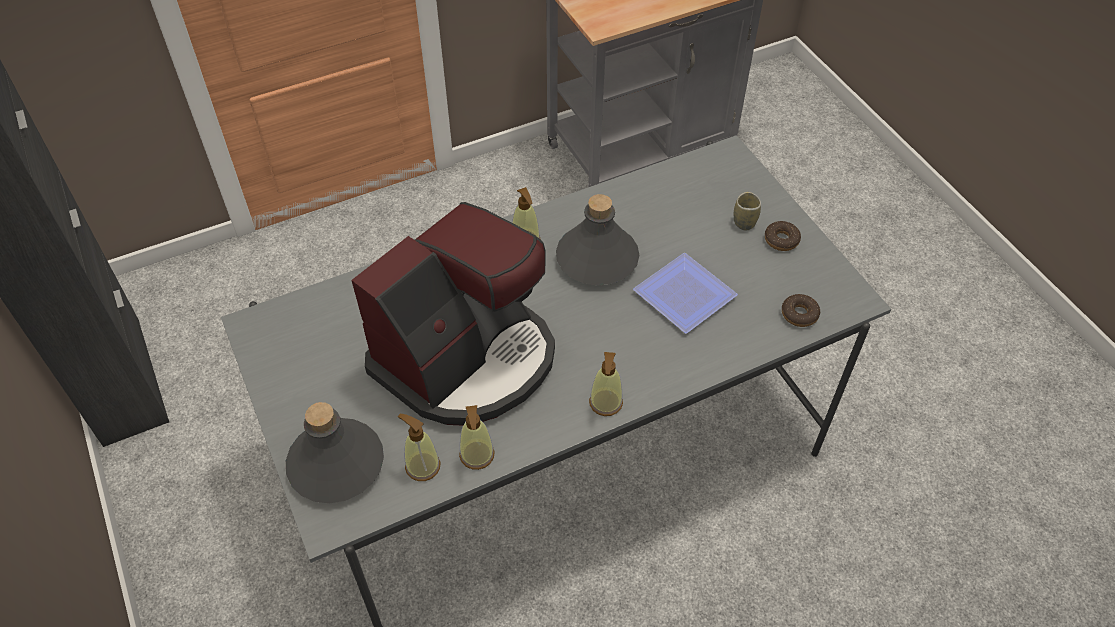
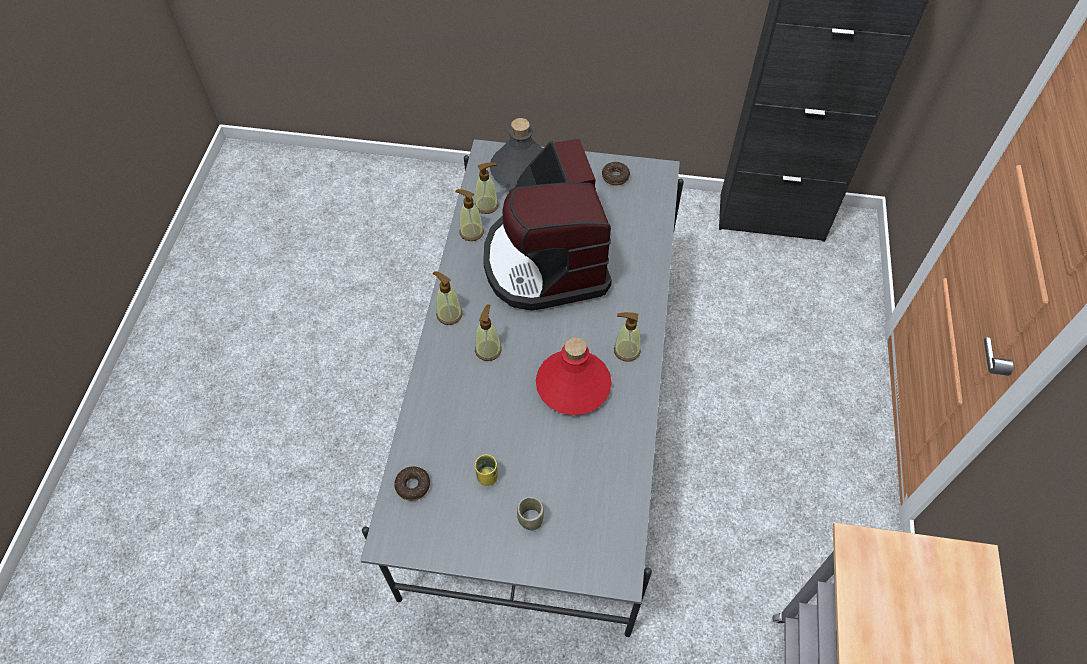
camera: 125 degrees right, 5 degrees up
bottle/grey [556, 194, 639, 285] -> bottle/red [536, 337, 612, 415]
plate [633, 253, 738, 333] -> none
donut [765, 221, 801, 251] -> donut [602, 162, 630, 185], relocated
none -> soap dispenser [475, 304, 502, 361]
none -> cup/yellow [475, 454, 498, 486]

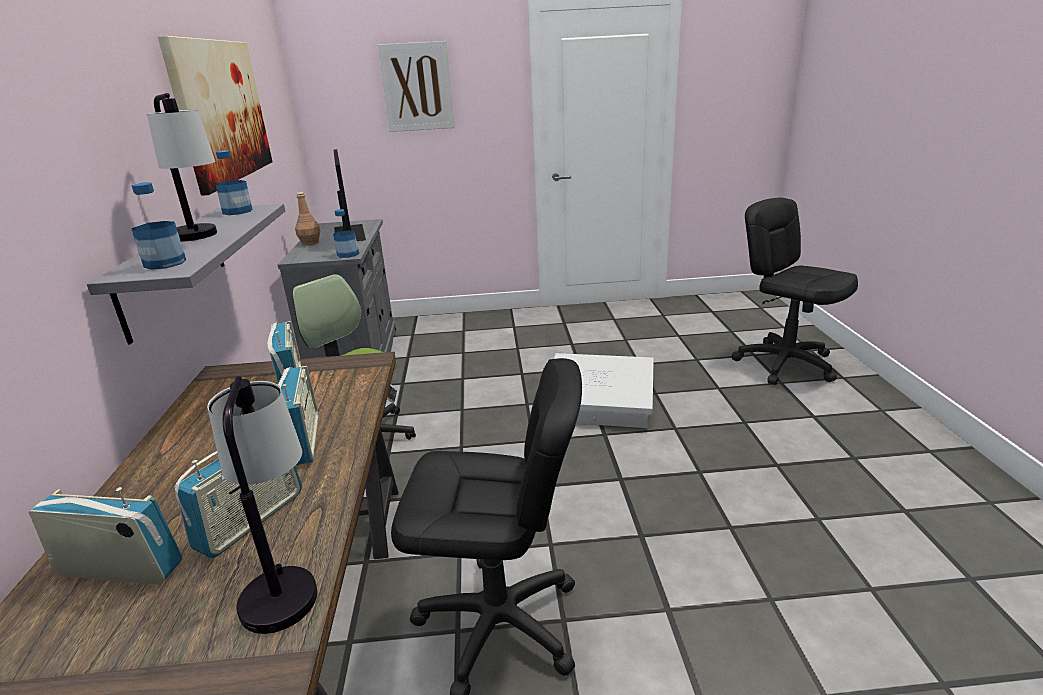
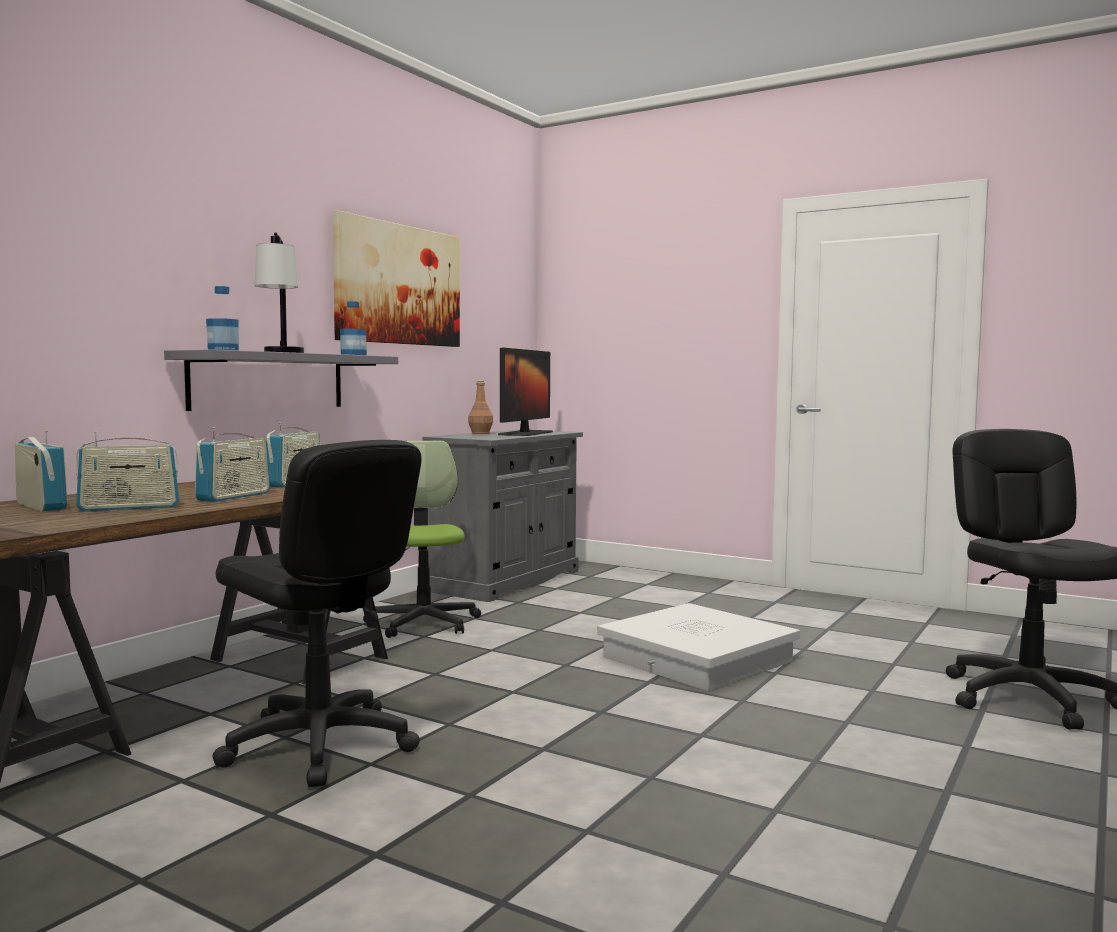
camera: 35 degrees right, 20 degrees down
table lamp [207, 376, 317, 634] -> none
bottle [333, 209, 359, 258] -> none
picture [378, 41, 455, 132] -> none

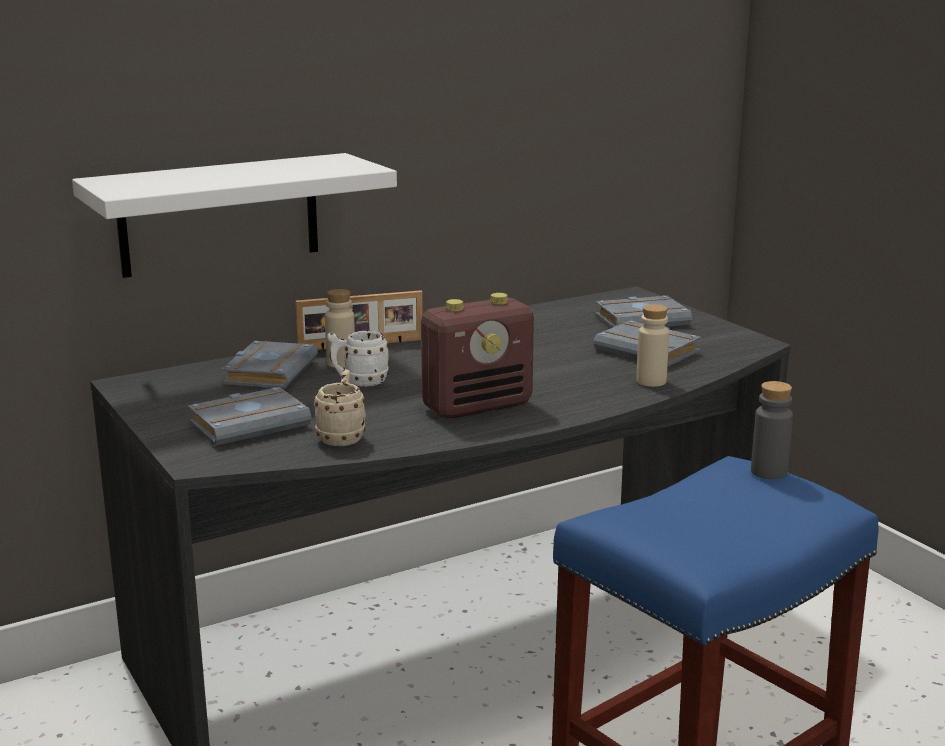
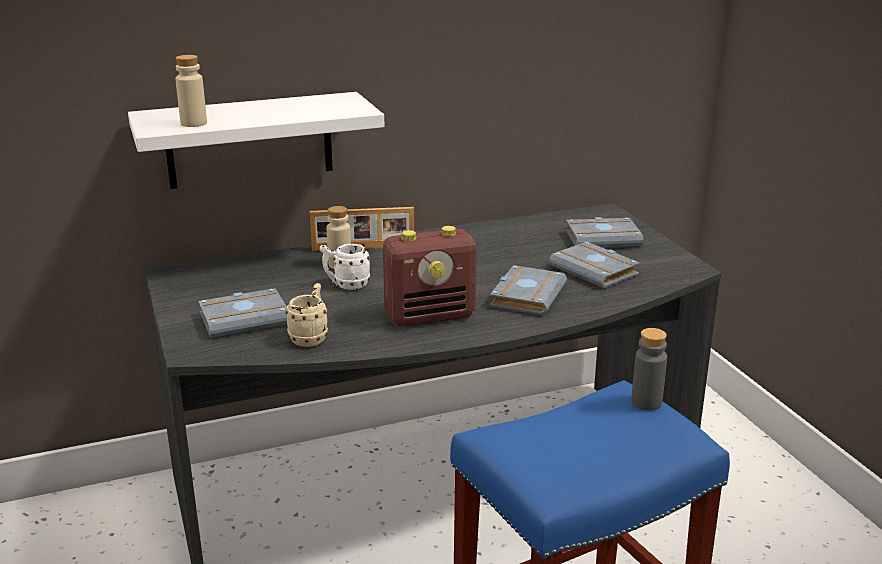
camera: 10 degrees right, 5 degrees up
book/grey [221, 341, 318, 389] -> book/grey [490, 265, 567, 316], relocated
bottle/beige [636, 304, 669, 387] -> bottle/beige [175, 55, 207, 127], relocated

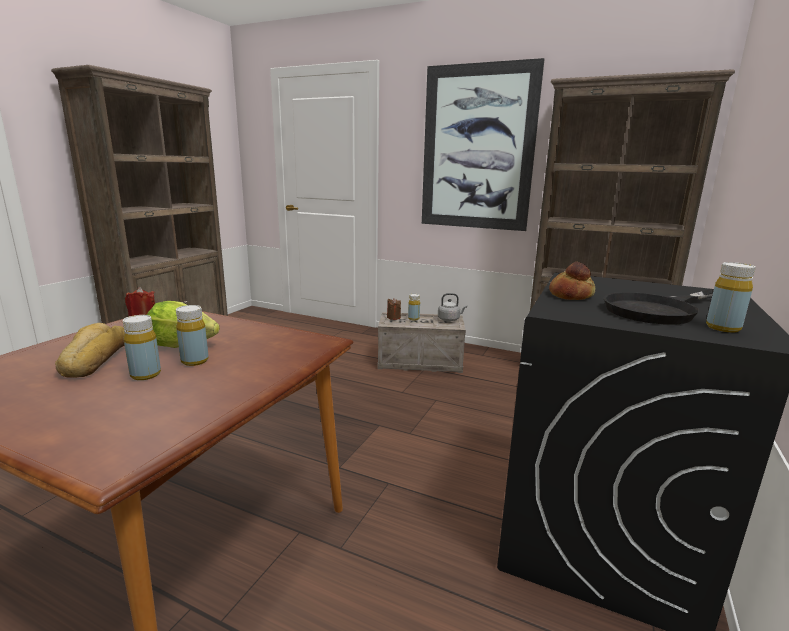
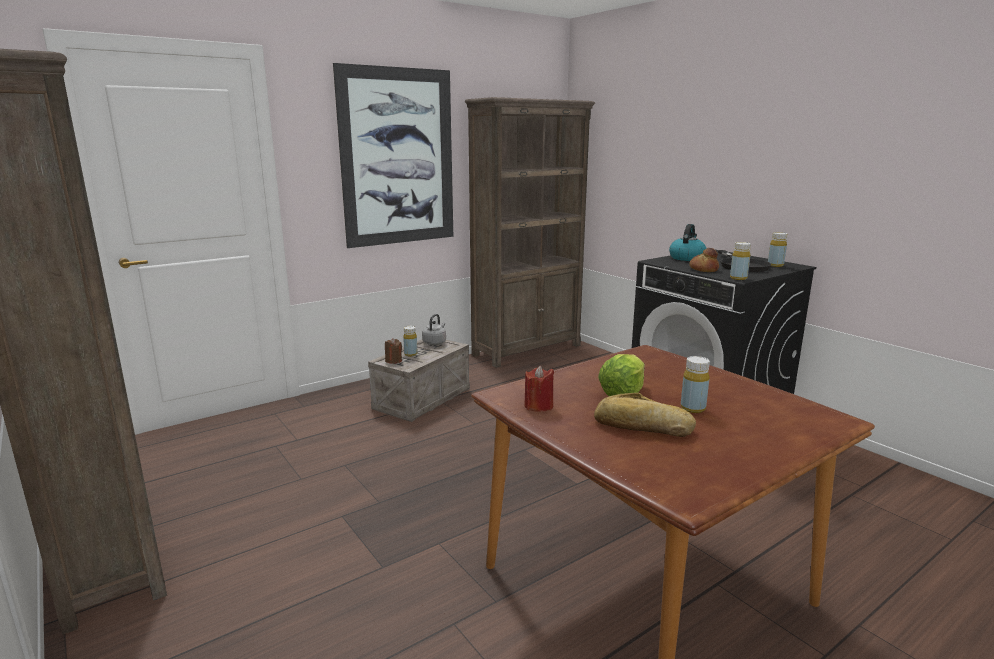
camera: 60 degrees left, 0 degrees up
bottle/yellow [176, 305, 209, 366] -> bottle/yellow [730, 242, 751, 280], relocated
none -> kettle [669, 224, 707, 261]

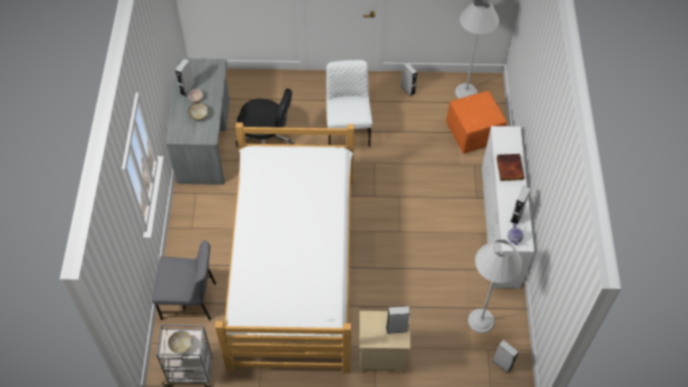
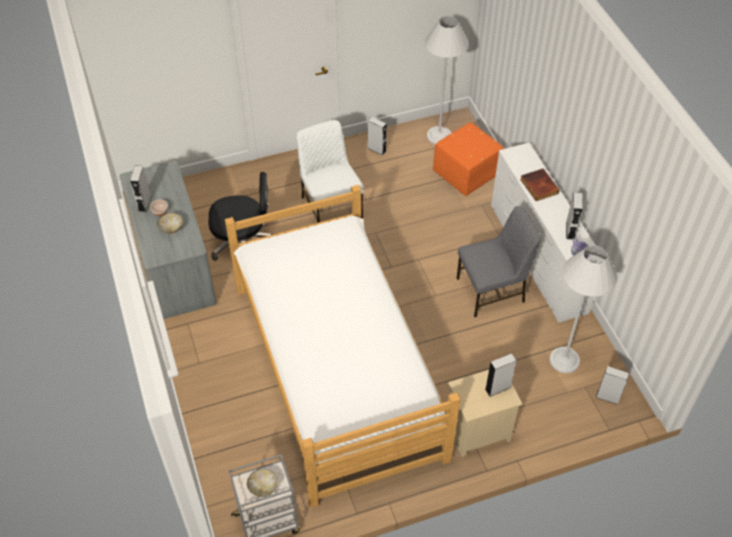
camera: 20 degrees left, 5 degrees down
chair/grey [152, 240, 216, 320] -> chair/grey [457, 206, 541, 317], relocated

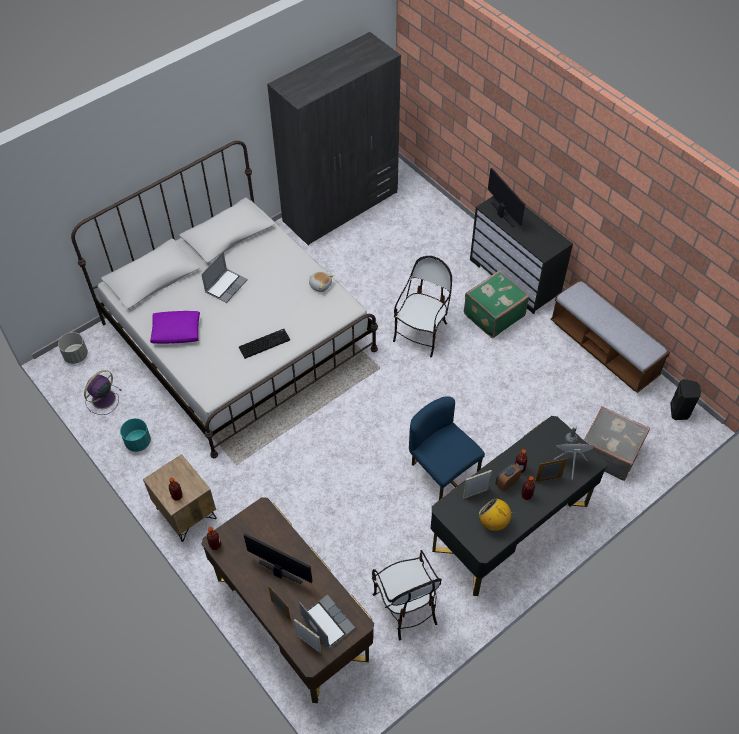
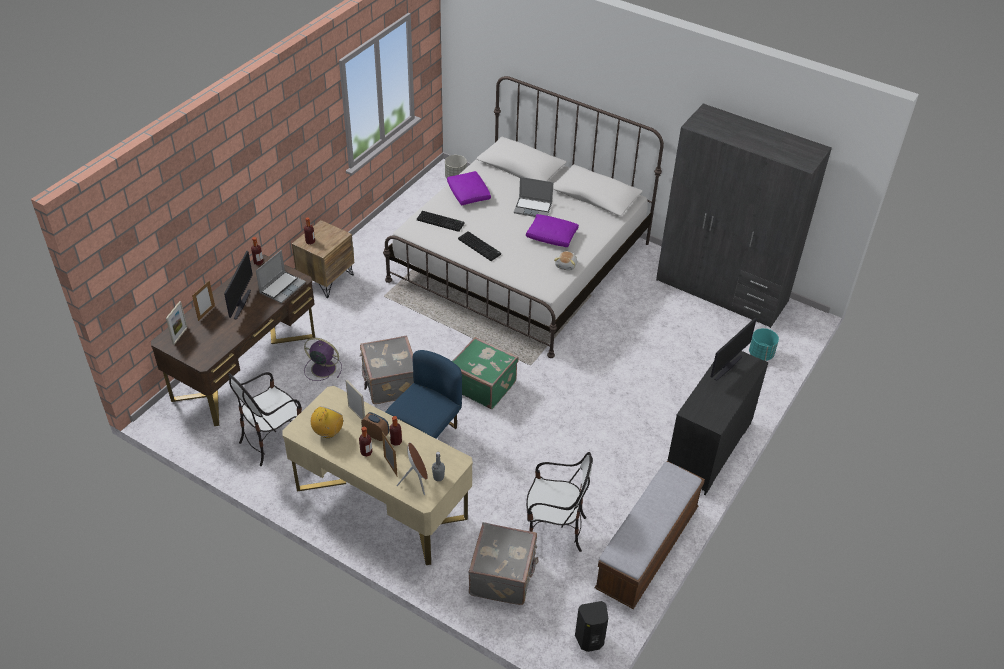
camera: 70 degrees right, 10 degrees down
fan/purple [84, 370, 121, 415] -> fan/purple [304, 338, 342, 381], relocated
planter/turquoise [120, 418, 151, 452] -> planter/turquoise [749, 328, 779, 361], relocated
laptop [299, 594, 355, 649] -> laptop [256, 250, 306, 303], relocated
chair [393, 256, 452, 357] -> chair [526, 452, 593, 552], relocated
desk/black [431, 416, 607, 596] -> desk/beige [282, 386, 473, 565]
suitcase/green [464, 270, 530, 338] -> suitcase/green [452, 337, 518, 409], relocated
none -> suitcase/grey [360, 335, 414, 404]
none -> keyboard [417, 211, 465, 232]
none -> pillow/purple [526, 214, 579, 247]

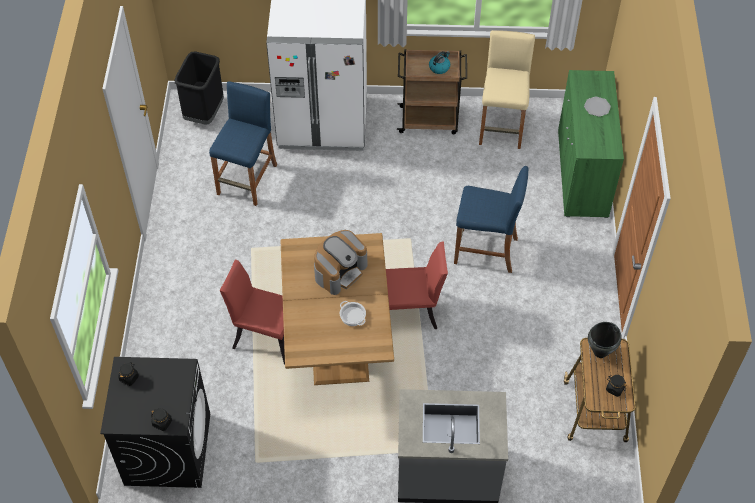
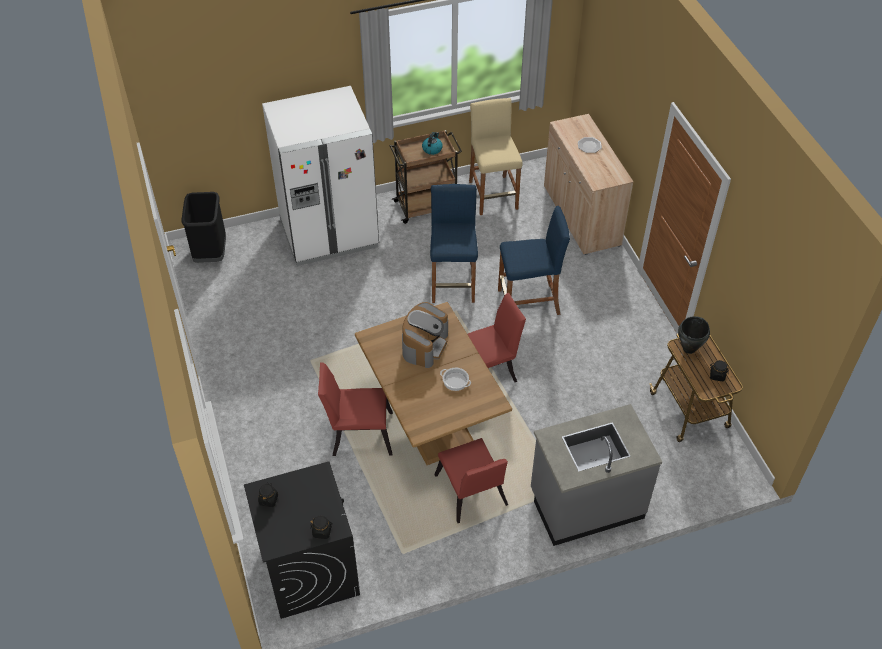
camera: 20 degrees left, 5 degrees down
stool/blue [209, 81, 277, 206] -> stool/blue [430, 184, 478, 303], relocated
cabinet/green [558, 70, 624, 218] -> cabinet/beige [544, 114, 633, 255]
none -> chair/red [434, 438, 508, 523]

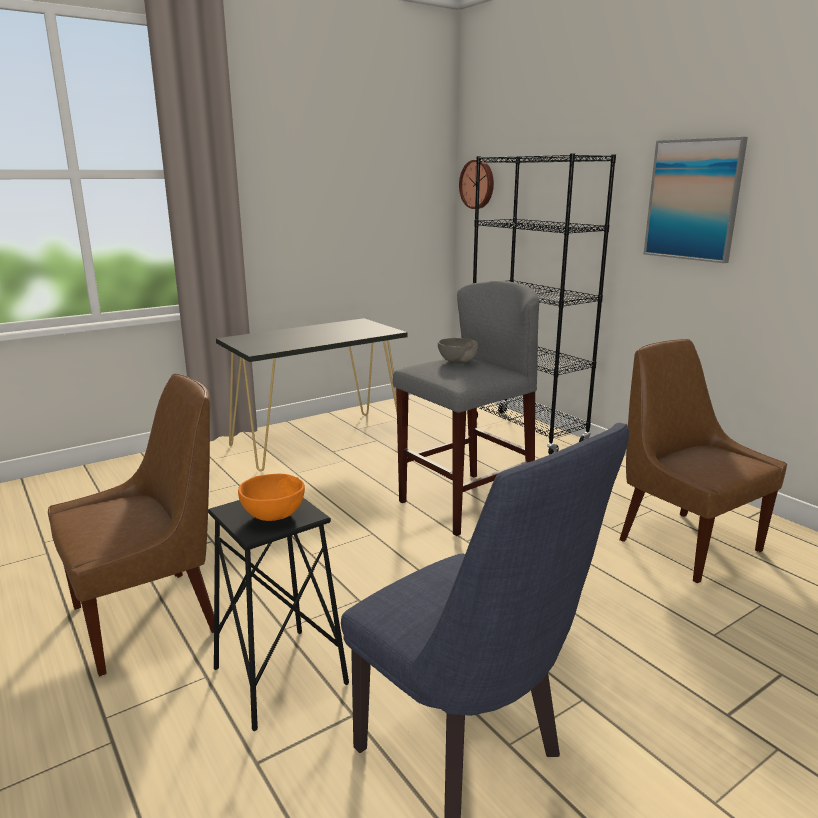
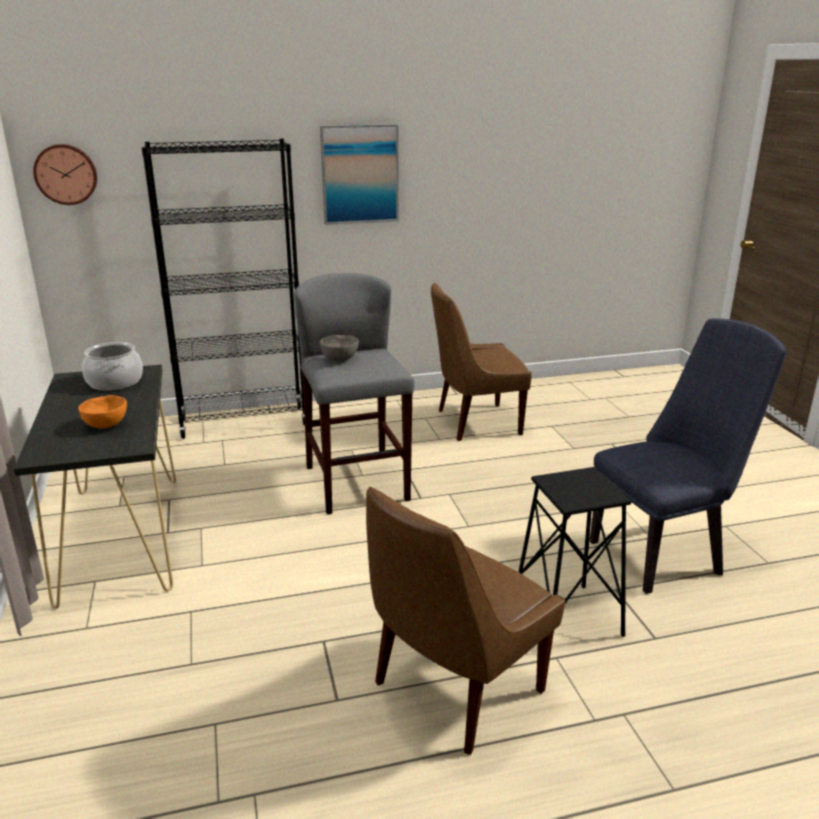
camera: 70 degrees left, 5 degrees up
chair/brown [48, 374, 214, 677] -> chair/brown [366, 487, 565, 755], 120 degrees counterclockwise
bowl/orange [238, 474, 305, 521] -> bowl/orange [78, 395, 127, 428], relocated
none -> cooking pot [82, 342, 143, 391]

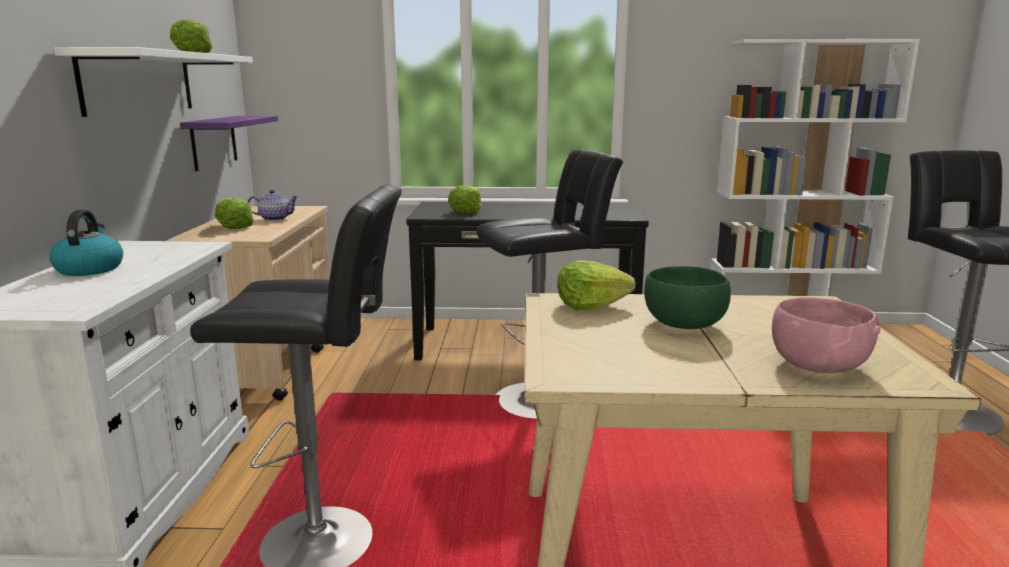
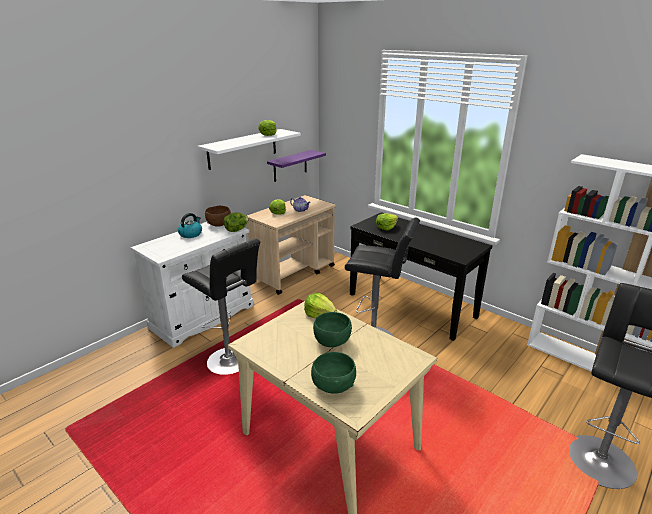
camera: 40 degrees right, 10 degrees up
bowl/pink [772, 297, 880, 373] -> bowl/green [311, 352, 356, 394]
none -> bowl/brown [205, 206, 231, 227]
none -> lettuce [223, 212, 249, 232]

